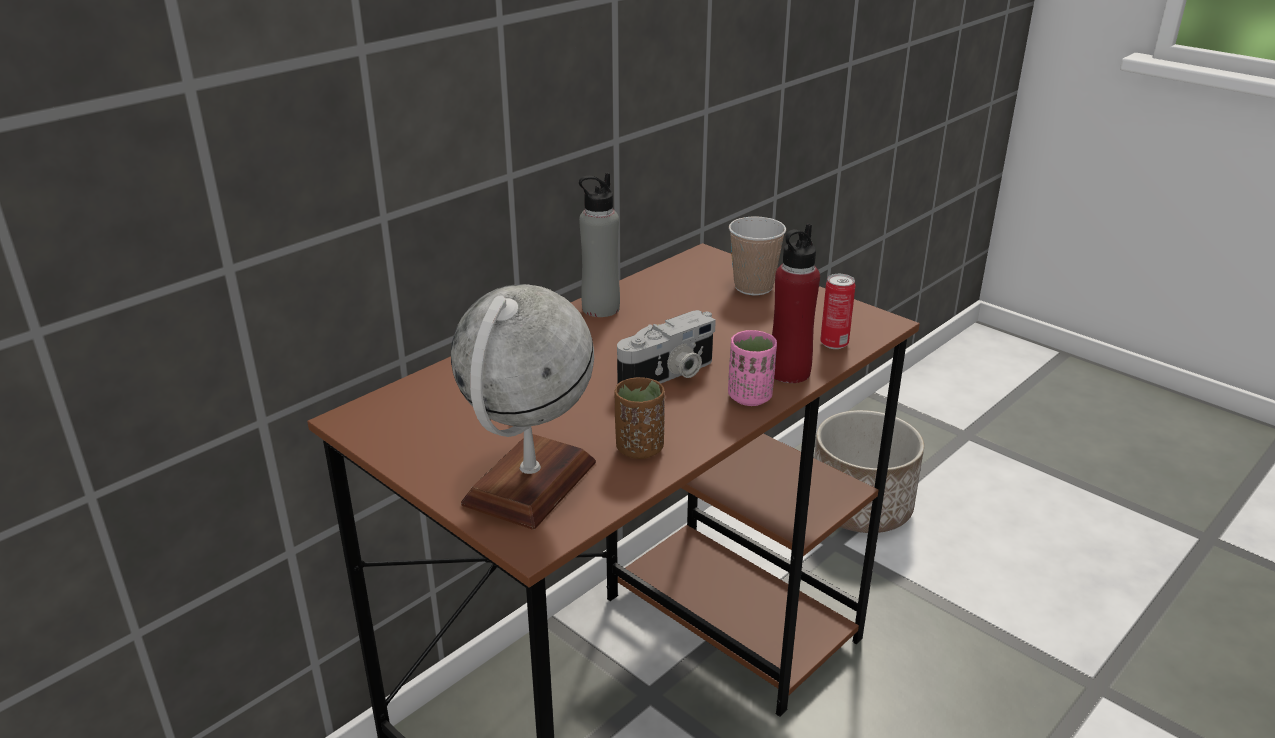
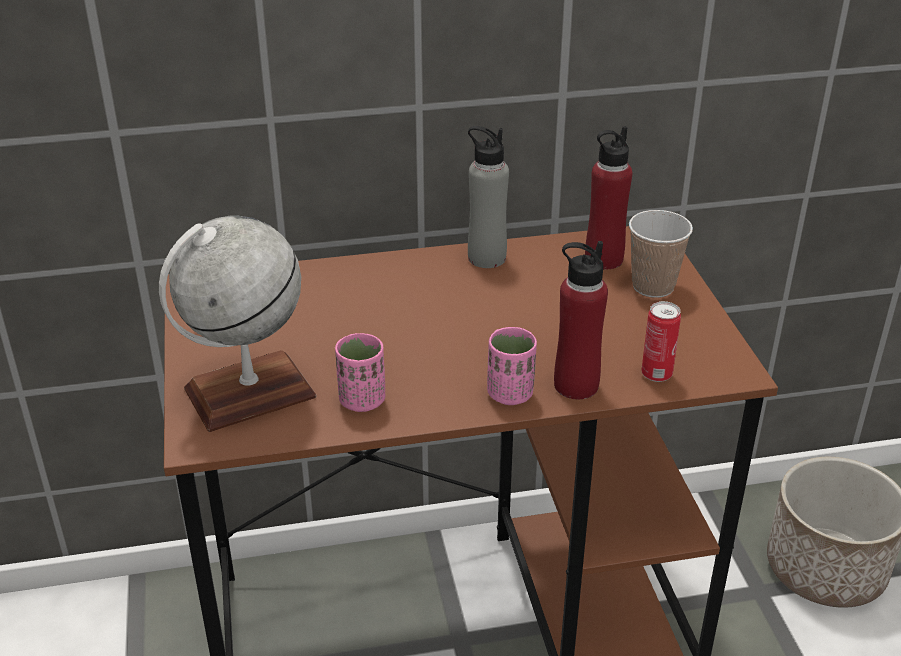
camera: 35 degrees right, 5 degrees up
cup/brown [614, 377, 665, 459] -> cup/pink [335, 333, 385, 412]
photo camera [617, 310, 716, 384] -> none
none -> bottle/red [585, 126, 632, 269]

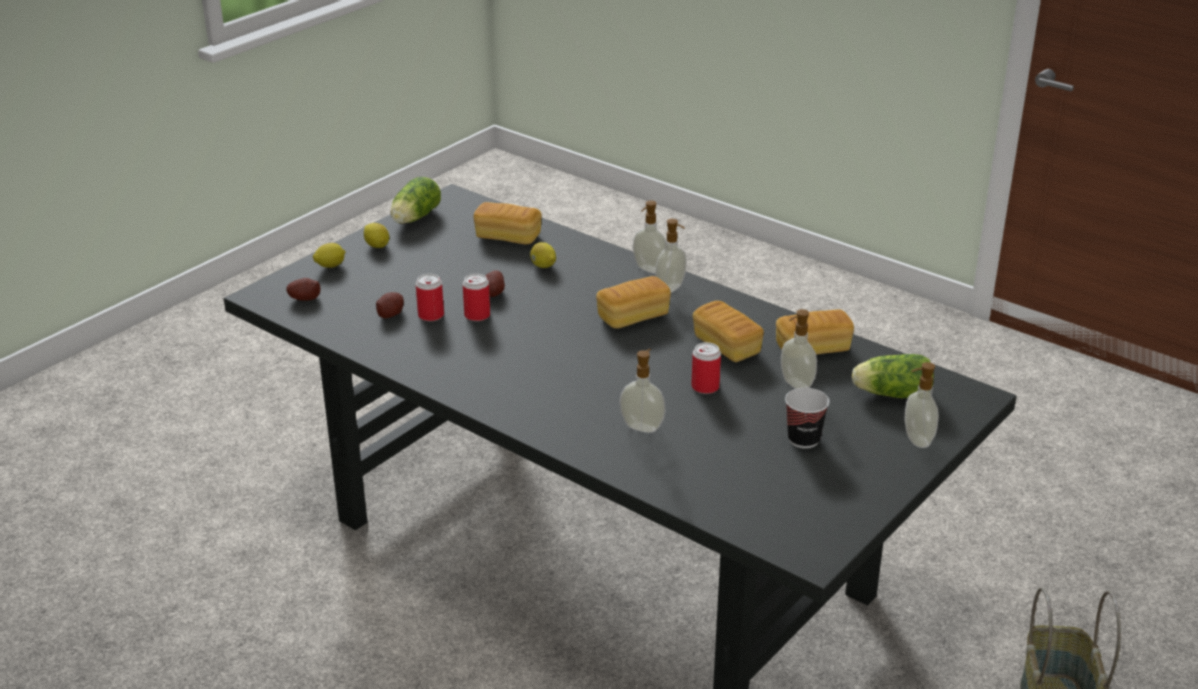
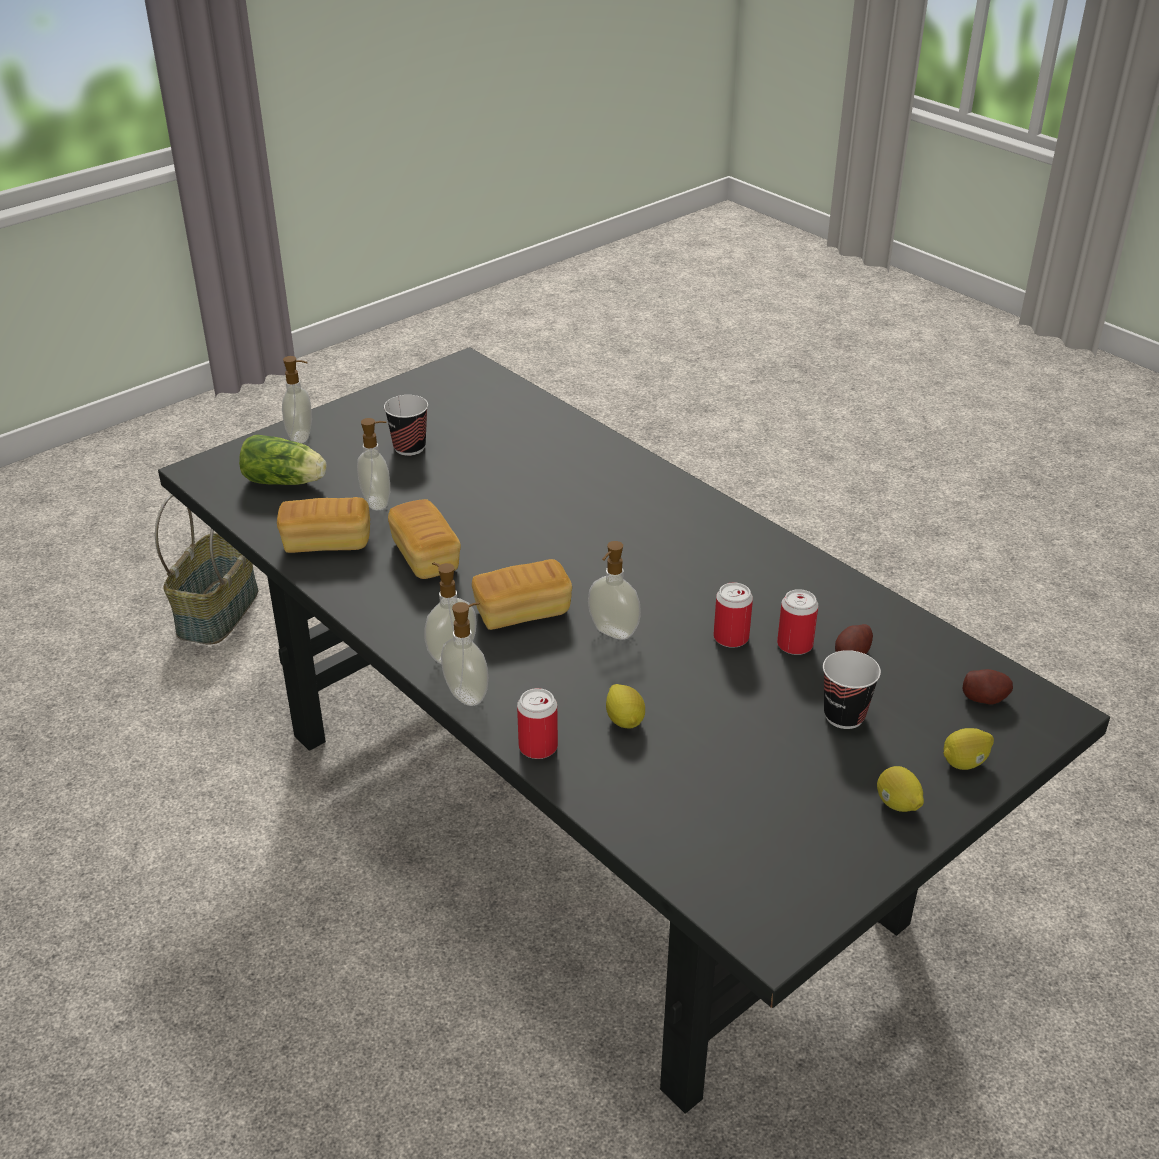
camera: 170 degrees left, 5 degrees up
lettuce [391, 177, 441, 224] -> none
bread [473, 202, 542, 244] -> none
potato [486, 270, 505, 297] -> none
soap dispenser [620, 349, 666, 433] -> soap dispenser [588, 541, 641, 640], relocated
can [691, 342, 721, 394] -> can [517, 688, 558, 759], relocated
none -> cup [823, 650, 881, 729]

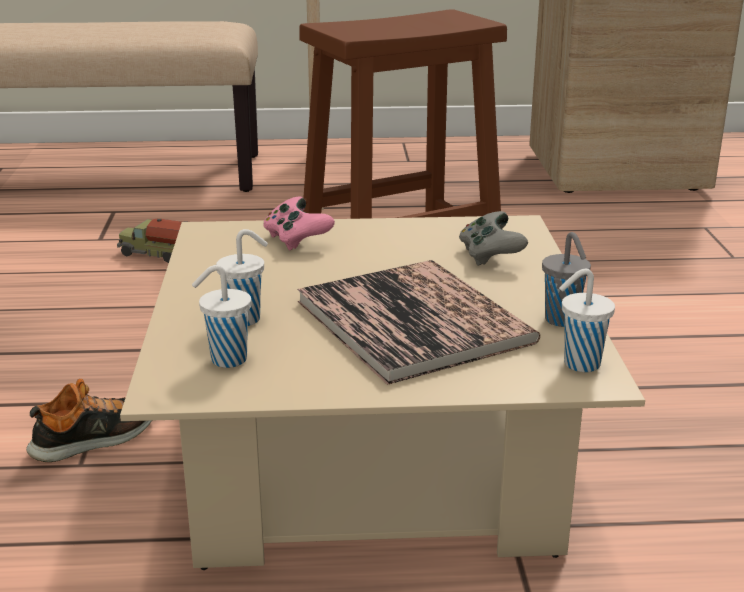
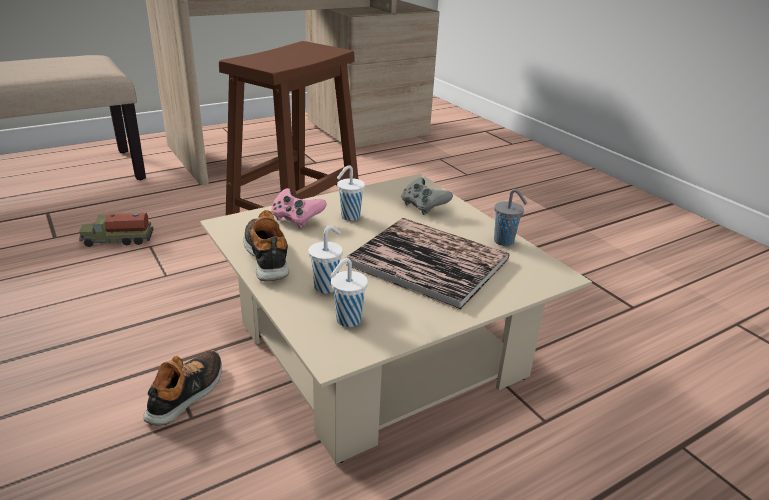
camera: 30 degrees left, 5 degrees up
cup/white [559, 269, 615, 372] -> cup/white [337, 165, 365, 221], relocated
none -> shoe [243, 210, 289, 281]

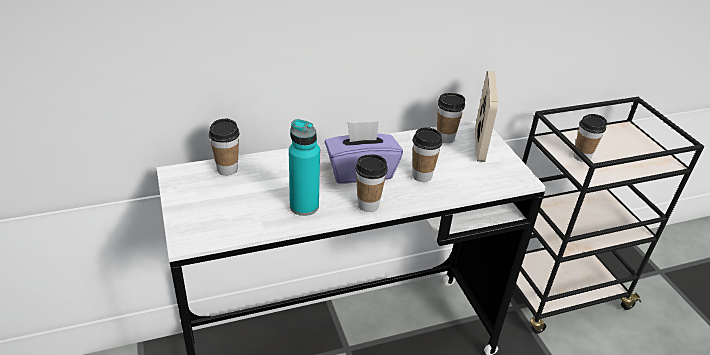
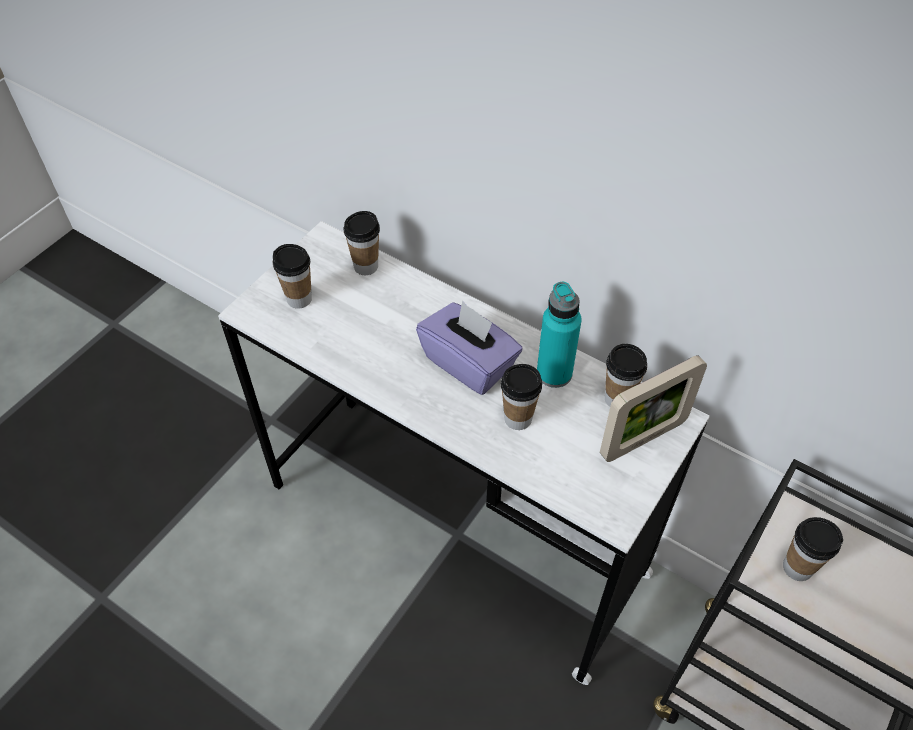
camera: 55 degrees right, 15 degrees up
bottle/turquoise [289, 119, 320, 216] -> bottle/turquoise [537, 282, 582, 388], relocated
cup [356, 154, 388, 212] -> cup [273, 244, 312, 309], relocated

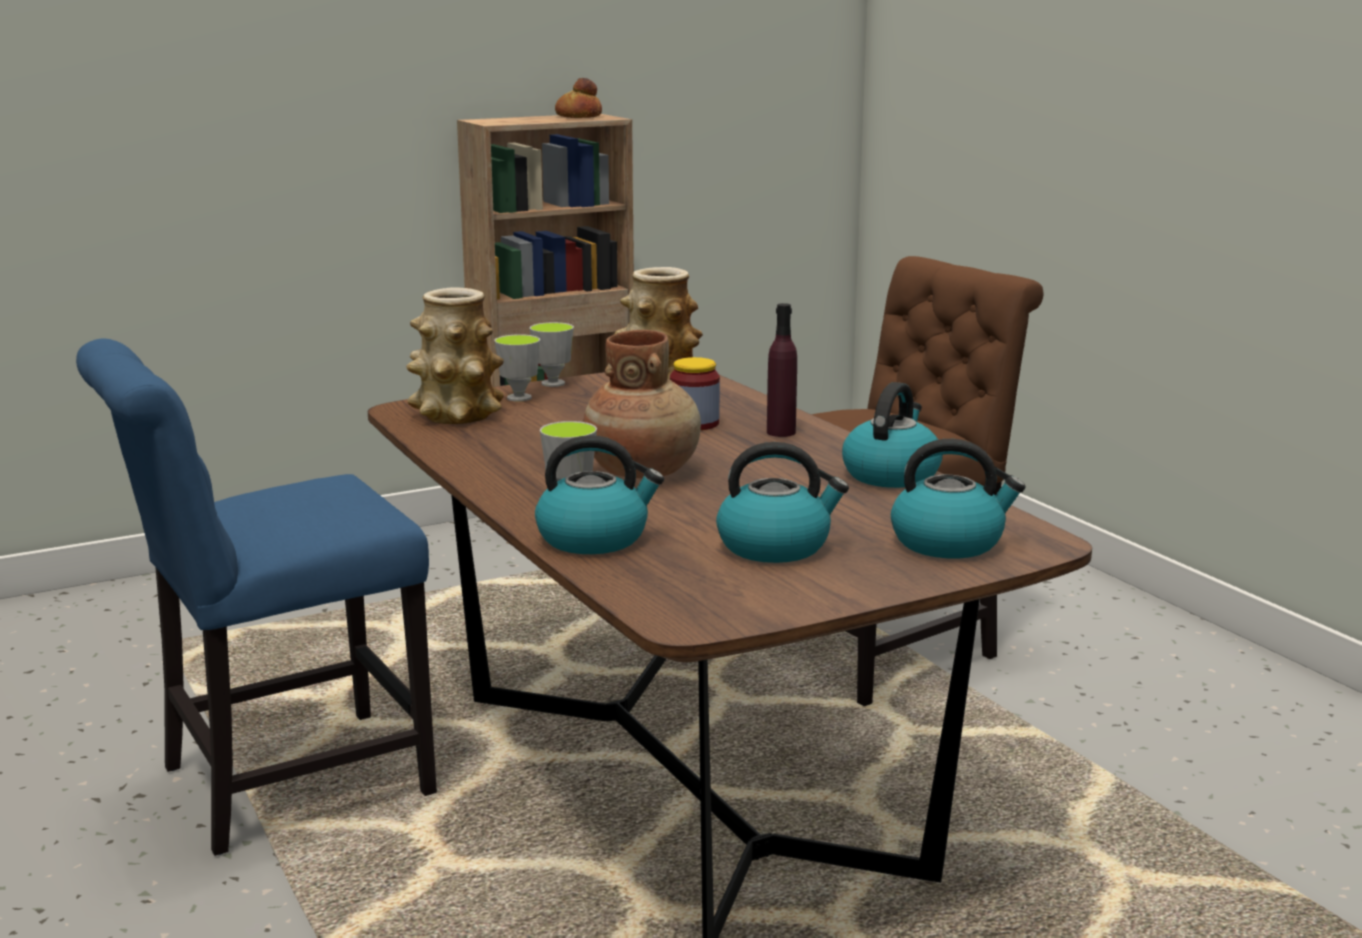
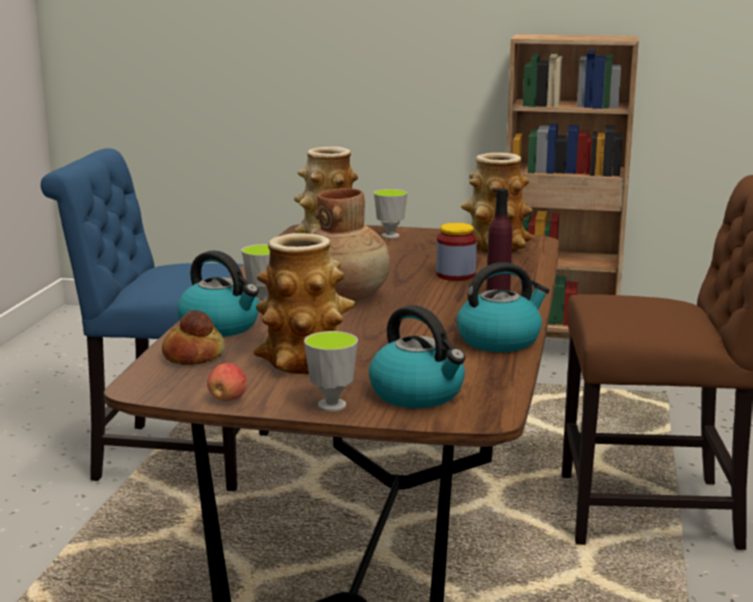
camera: 40 degrees right, 0 degrees up
cup [529, 322, 574, 387] -> cup [304, 331, 358, 412], relocated
bread [555, 78, 602, 118] -> bread [162, 310, 225, 365], relocated
kettle [716, 442, 849, 563] -> vase [253, 233, 356, 374]
none -> apple [207, 363, 247, 401]

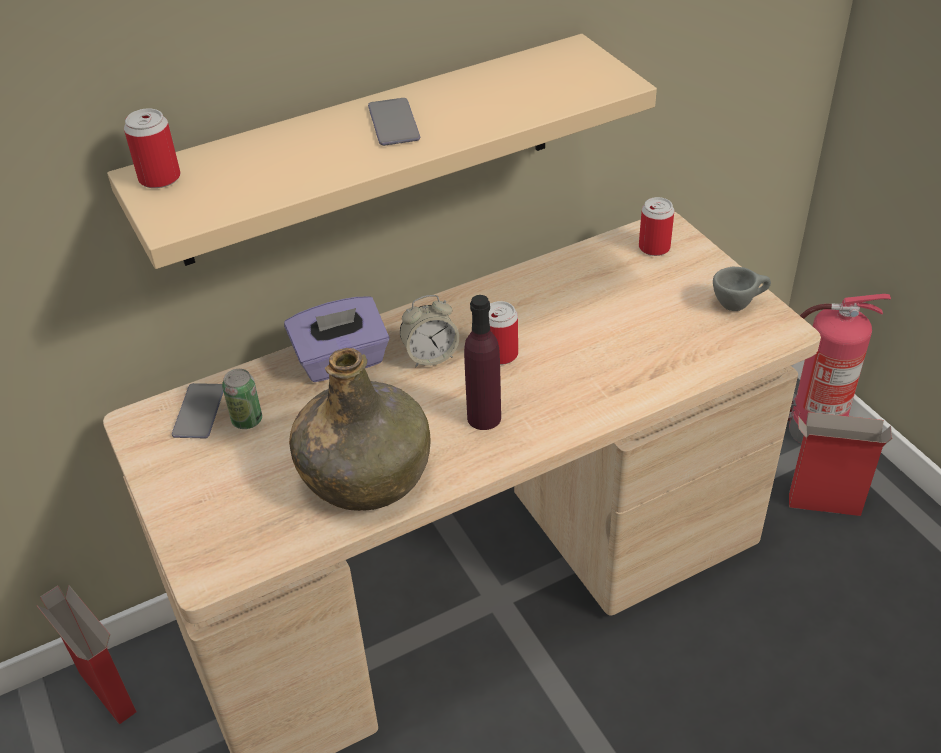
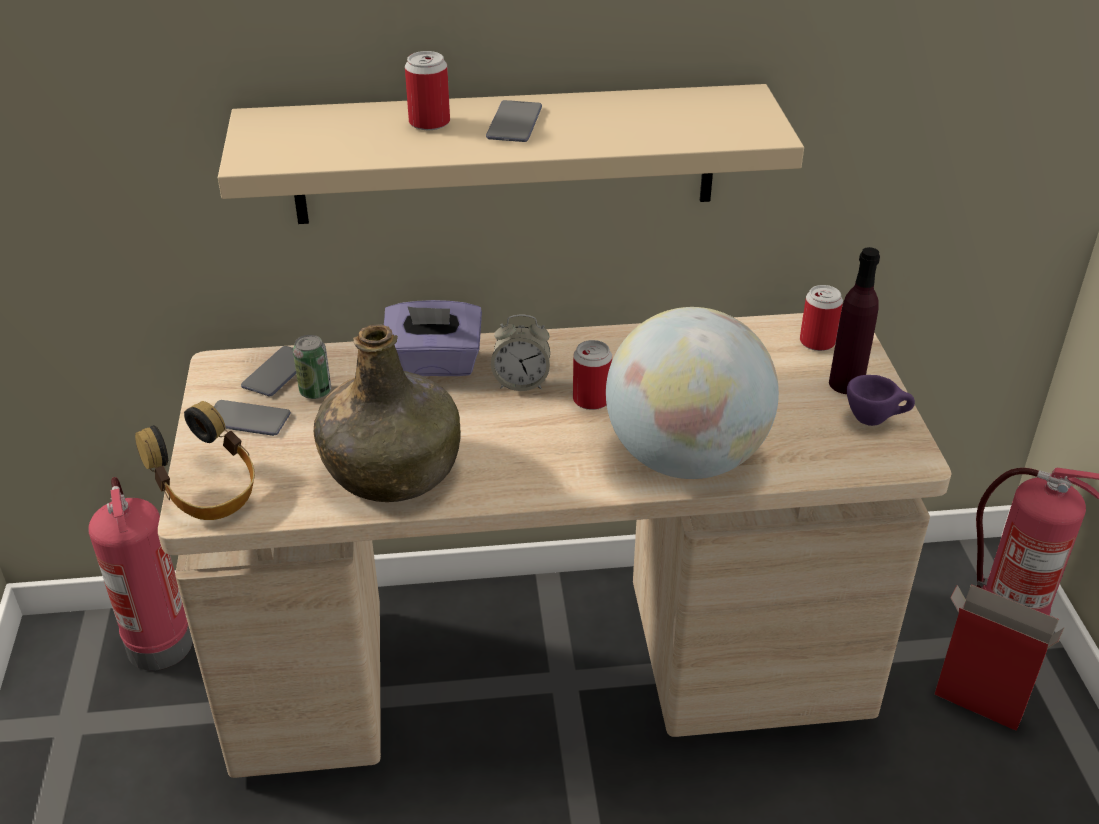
camera: 20 degrees right, 5 degrees down
cardboard box [36, 585, 137, 725] -> fire extinguisher [88, 477, 193, 671]
can [124, 108, 180, 188] -> can [405, 51, 450, 130], relocated
bottle/purple [464, 295, 501, 430] -> bottle/purple [829, 247, 880, 394], relocated
cup/grey [713, 267, 771, 311] -> cup/purple [847, 375, 915, 426]
none -> headphones [135, 401, 255, 520]
none -> phone [214, 400, 291, 436]
none -> globe [606, 307, 779, 479]

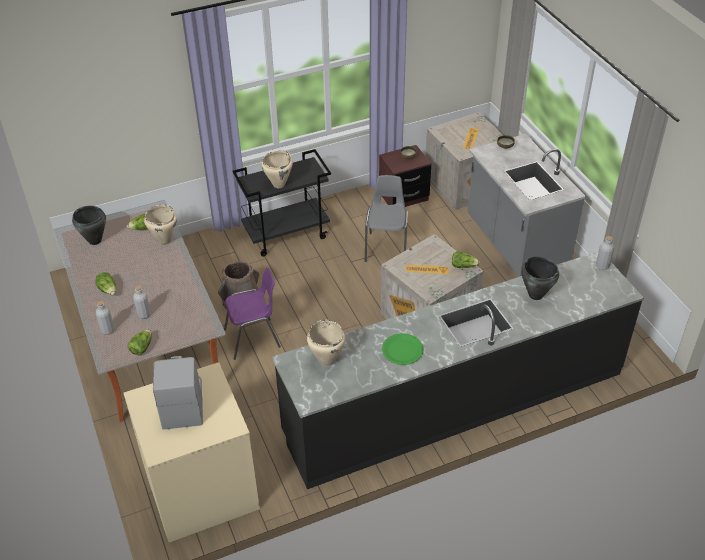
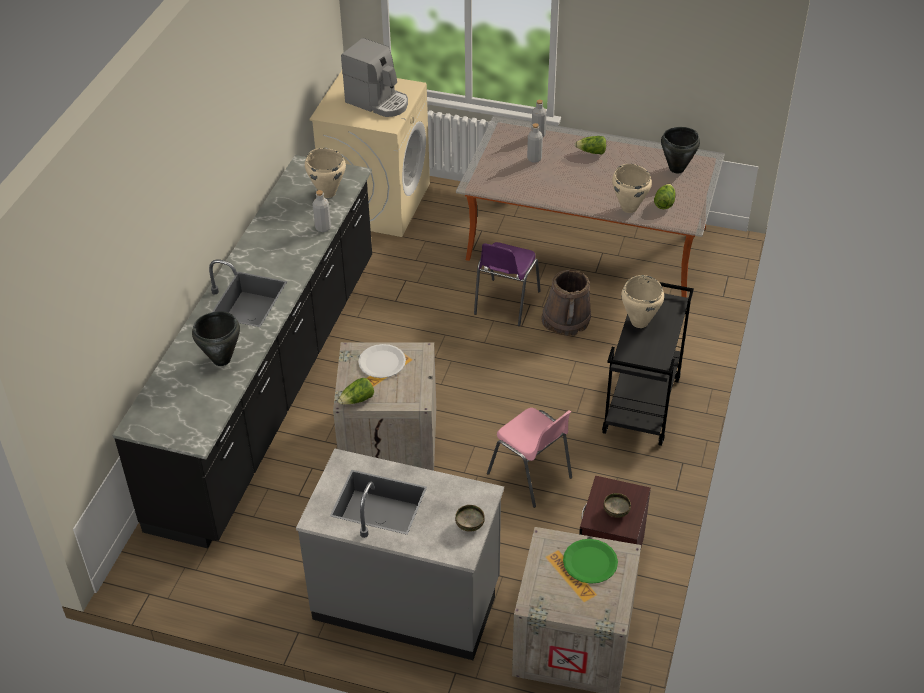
camera: 130 degrees right, 0 degrees up
lettuce [128, 329, 152, 355] -> none
chair/grey [365, 175, 408, 262] -> chair/pink [487, 408, 572, 508]
plate/green [382, 333, 423, 365] -> plate/green [563, 539, 618, 584], relocated
bottle/grey [596, 236, 614, 270] -> bottle/grey [313, 190, 331, 232], relocated
none -> plate/white [358, 344, 406, 378]

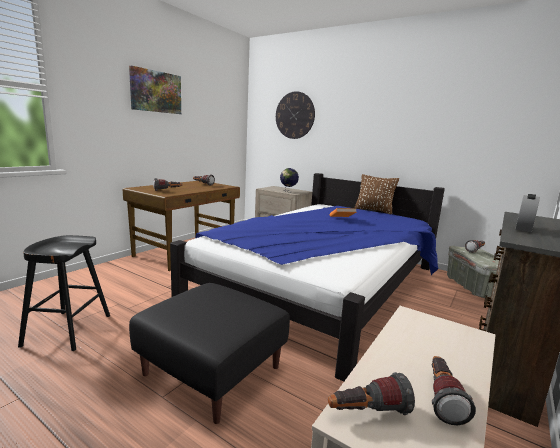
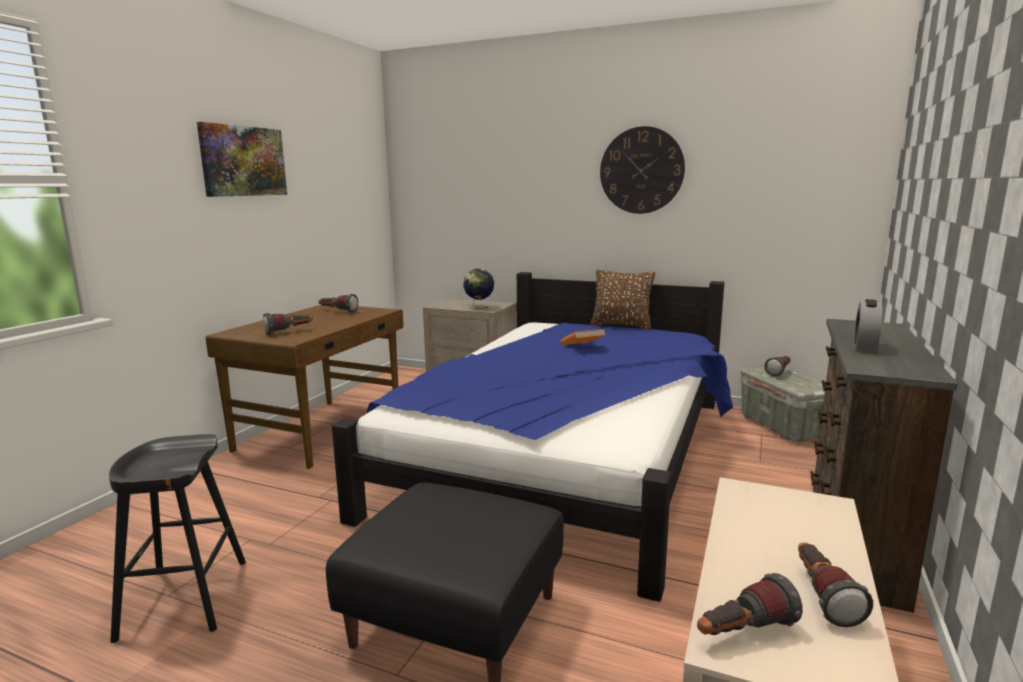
camera: 10 degrees left, 0 degrees up
wall clock [276, 91, 315, 139] -> wall clock [600, 126, 685, 214], relocated

